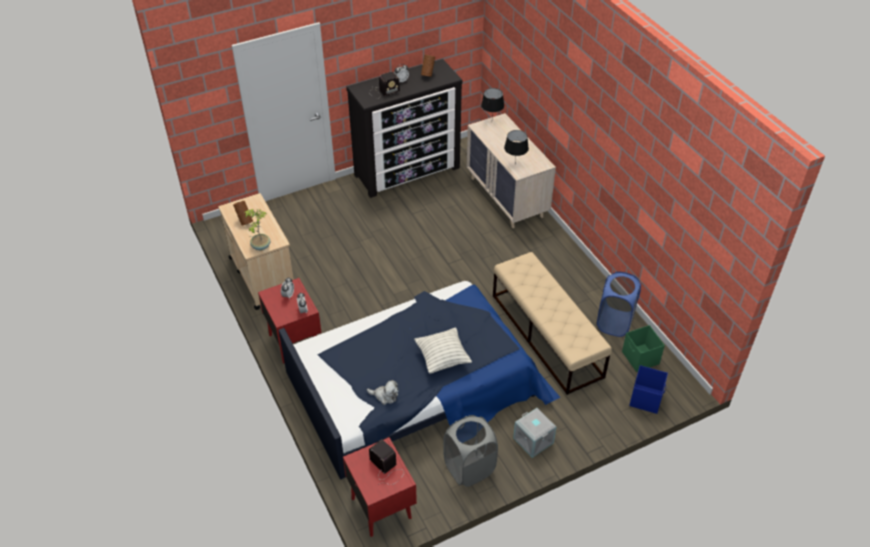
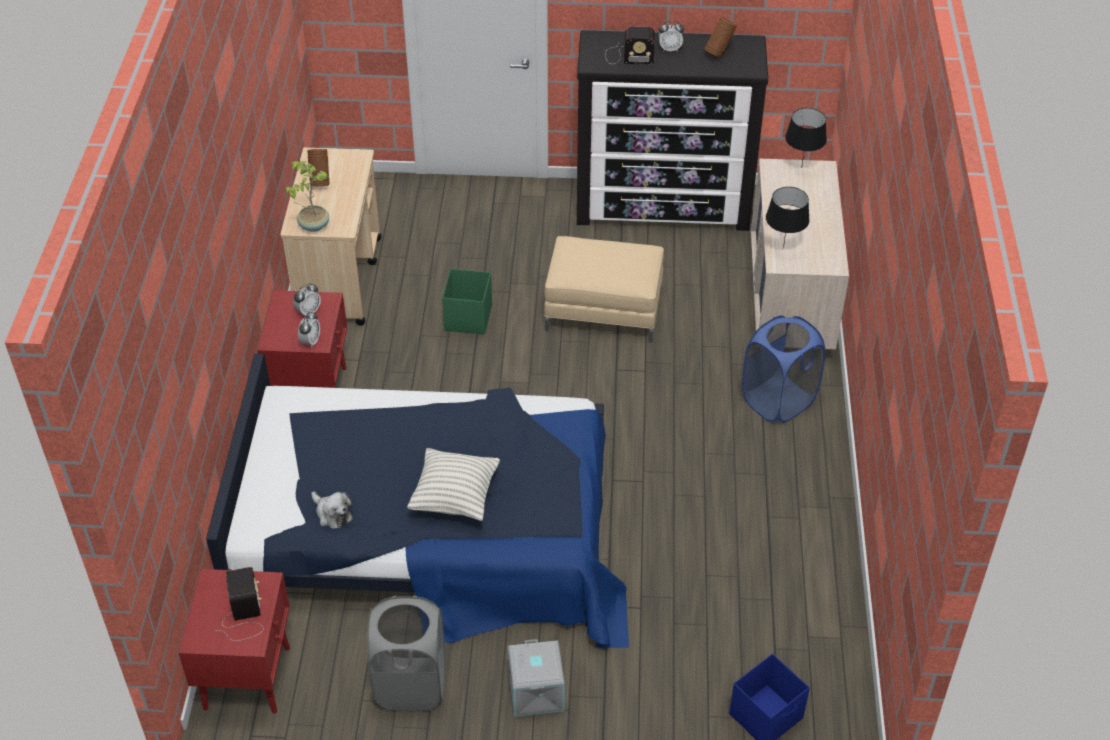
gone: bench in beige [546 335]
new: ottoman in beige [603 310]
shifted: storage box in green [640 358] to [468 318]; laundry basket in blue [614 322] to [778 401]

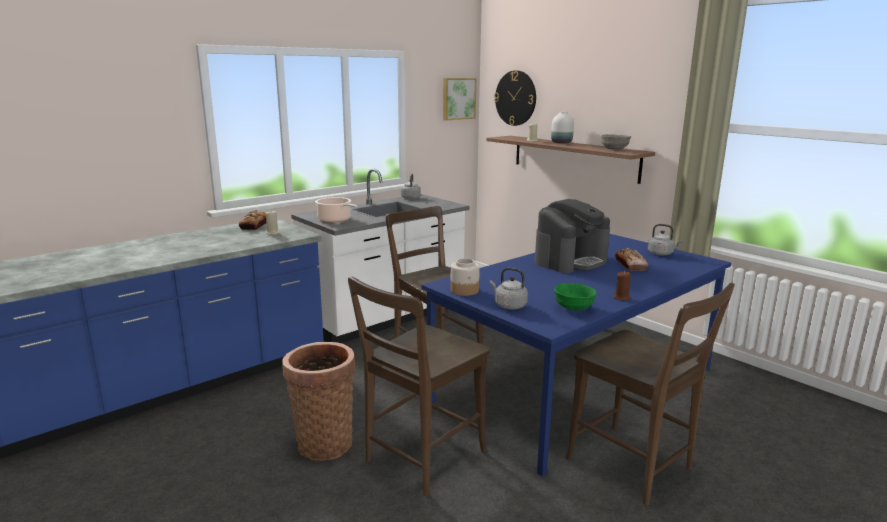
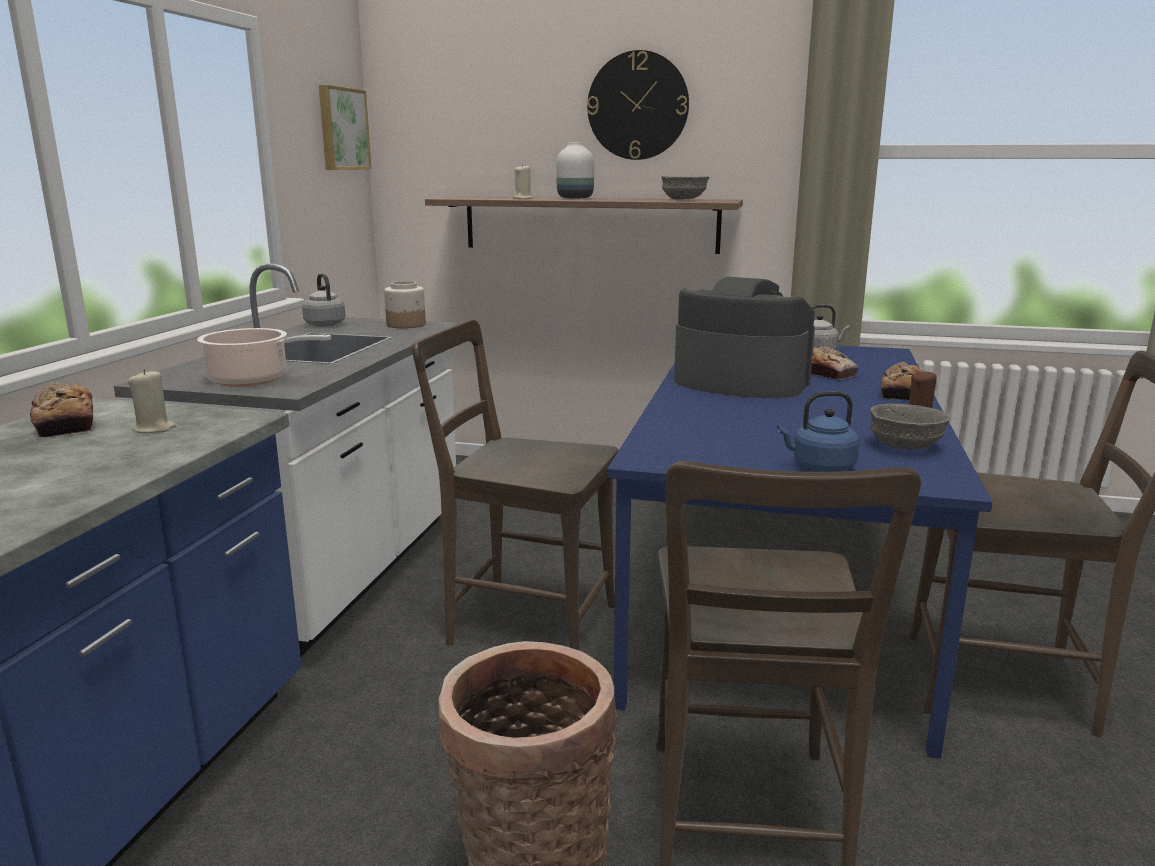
new: bread [901 391]
shifted: jar [465 291] to [406 325]; wall clock [515 98] to [638 106]
repainted: kettle in grey [508 305] to kettle in blue [820 466]; bowl in green [573 308] to bowl in grey [904 447]
rotated: coffee machine [571 261] = [739 382] 75 degrees counterclockwise

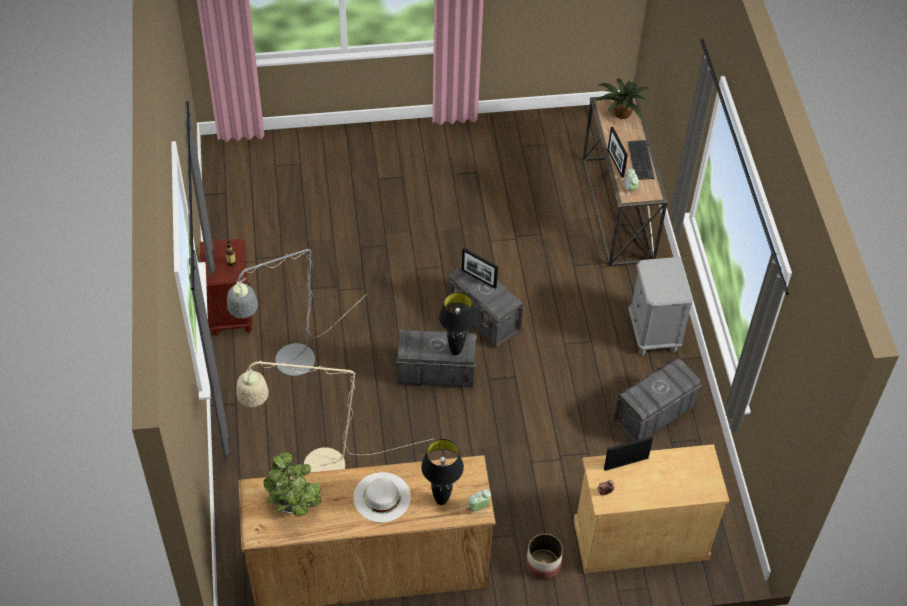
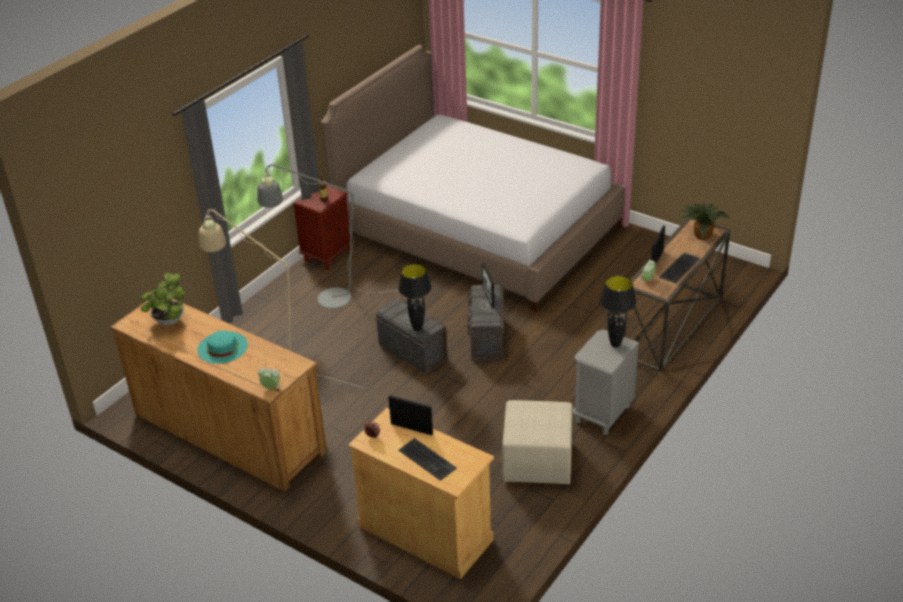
gone: planter [543 564]
new: bed [478 231]; keyboard [426 460]
shifted: table lamp in black [441 501] to [615 345]
swapped: storage box in grey [652 414] to ottoman in beige [536 463]
repainted: hat in white [382 497] to hat in turquoise [222 347]

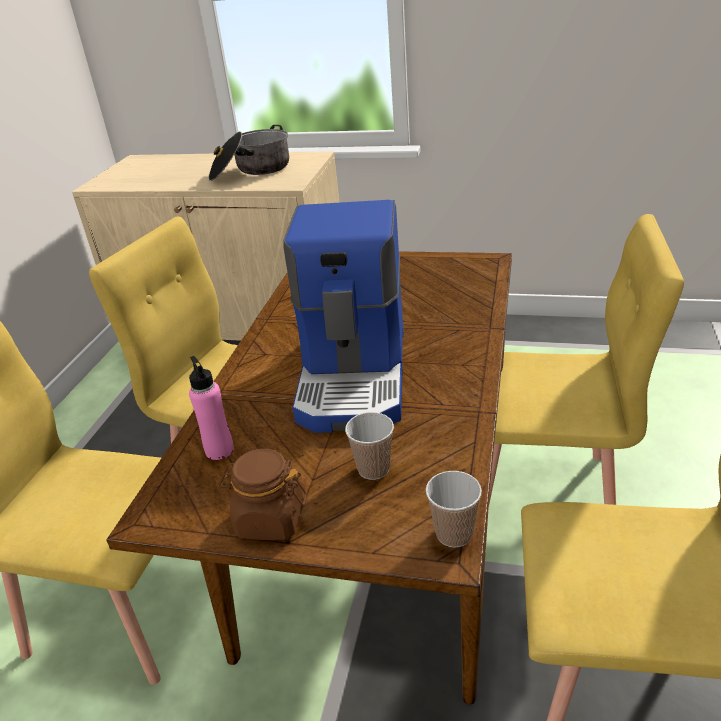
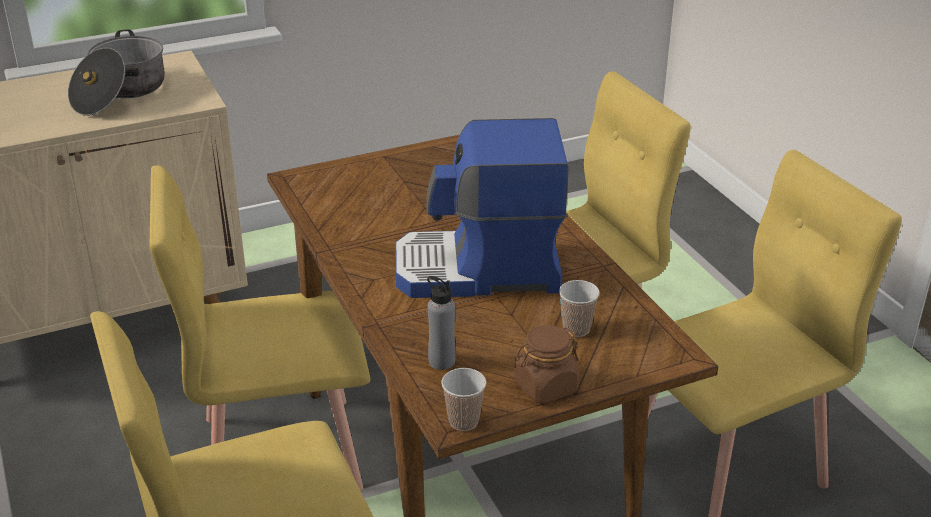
shifted: cup [454 534] to [463 421]
repainted: bottle in pink [219 450] to bottle in grey [441 361]
rotated: coffee machine [356 376] = [479 271] 120 degrees clockwise

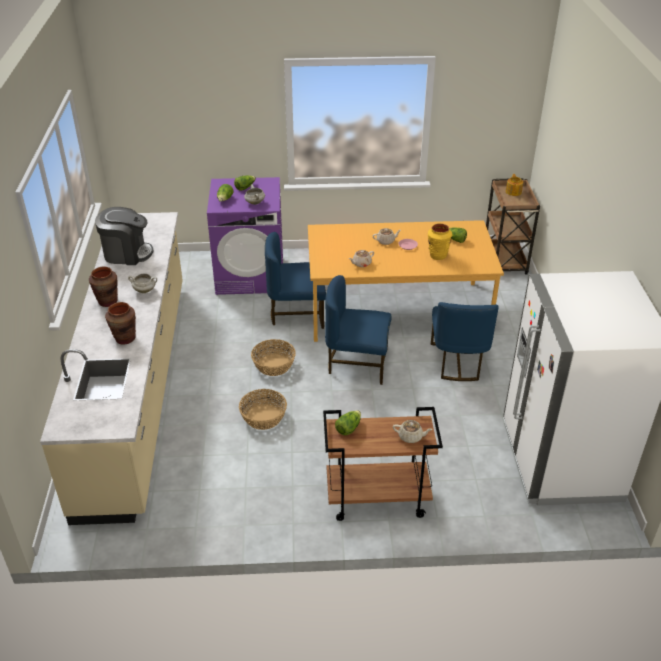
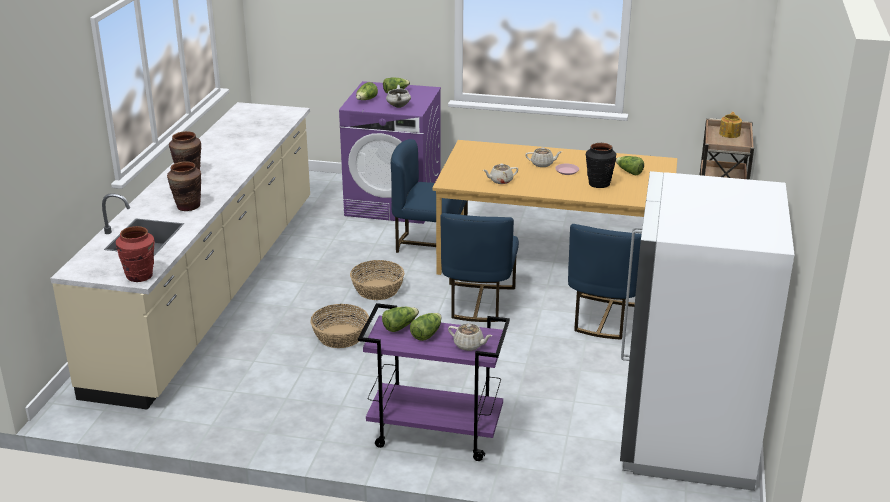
gone: coffee machine [127 253]; cooking pot in white [145 290]
new: vase in red [140 276]; lettuce [426 334]
repainted: cart in brown [376 499] to cart in purple [434 434]; vase in yellow [438 255] to vase in black [598 184]
rotated: chair in blue [357 364] = [478 302] 105 degrees counterclockwise

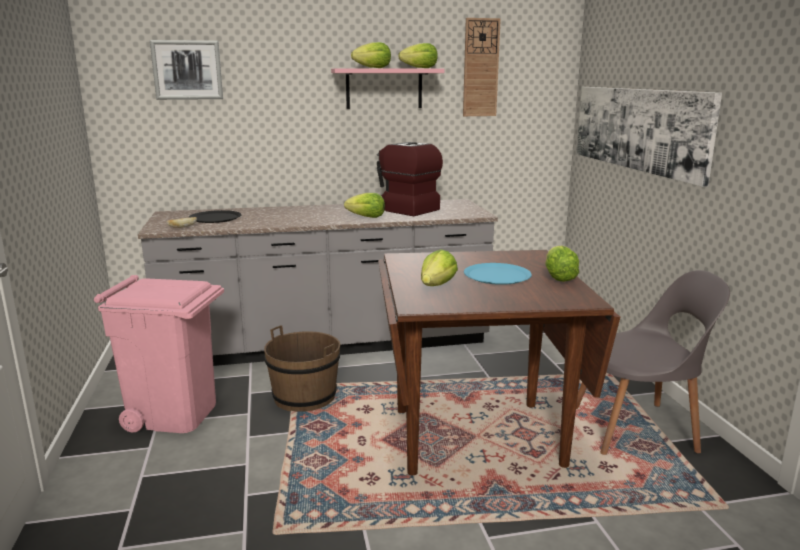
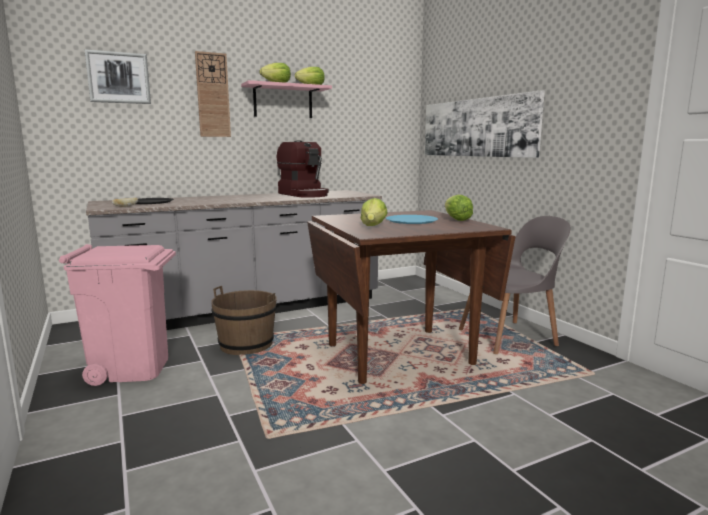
gone: lettuce [367 217]
shifted: wall clock [480 68] to [213 95]
rotated: coffee machine [402 209] = [304 194] 150 degrees counterclockwise

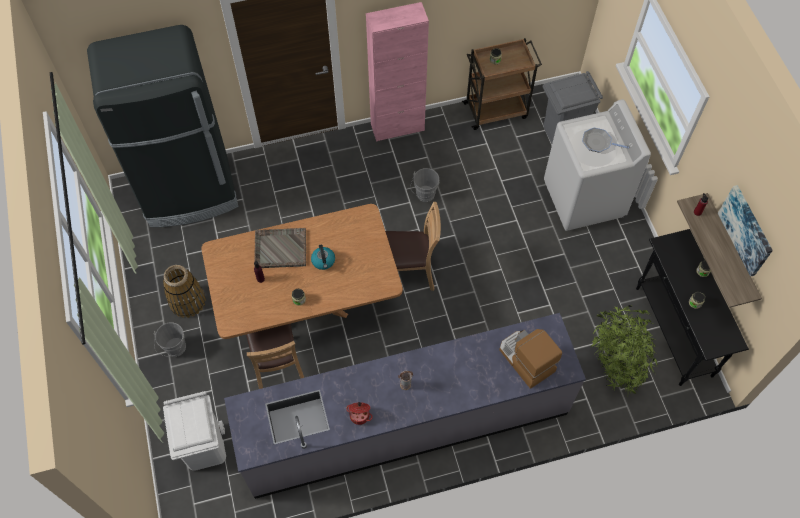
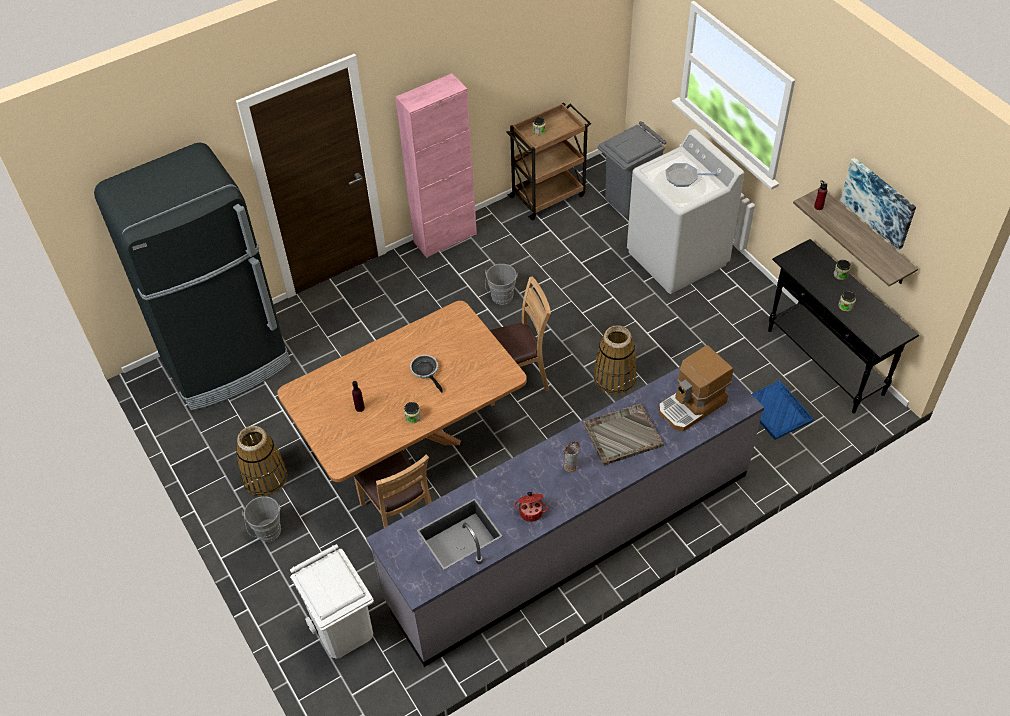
new: basket [614 378]
shifted: tray in grey [280 249] to [621 435]
swapped: kettle [323 261] to frying pan [426 371]; potted plant [615 364] to tray in blue [777 411]
rotated: coffee machine [525 360] = [692 406] 75 degrees counterclockwise

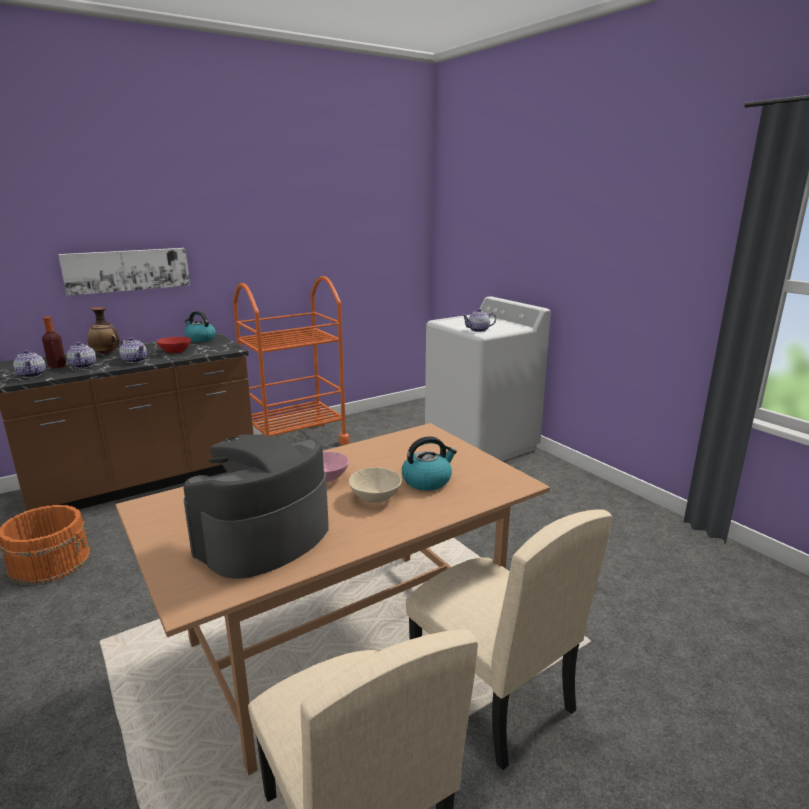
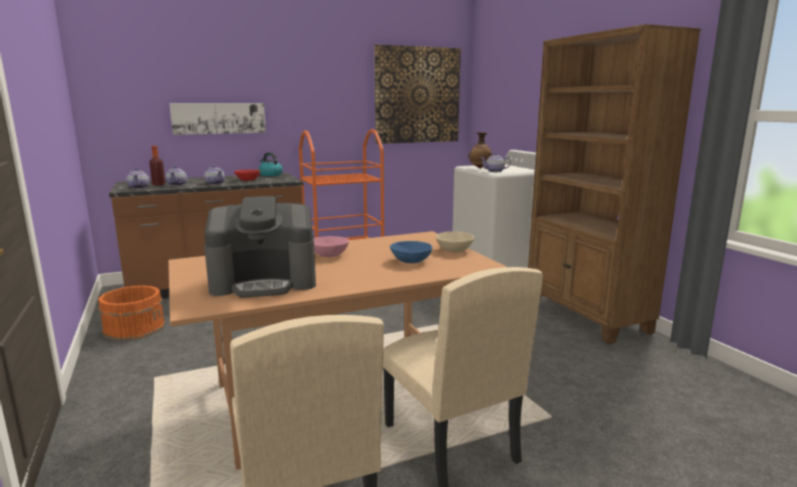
new: picture [417 95]; bookcase in brown [586 316]
shifted: bowl in beige [376 496] to [454 250]; vase [106 354] to [480 168]
swapped: kettle [427 481] to bowl in blue [410 261]
rotated: coffee machine [263 538] = [265 282] 150 degrees counterclockwise

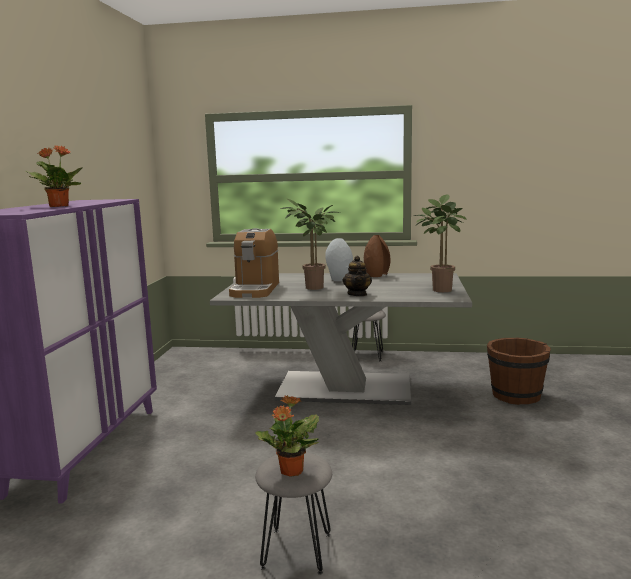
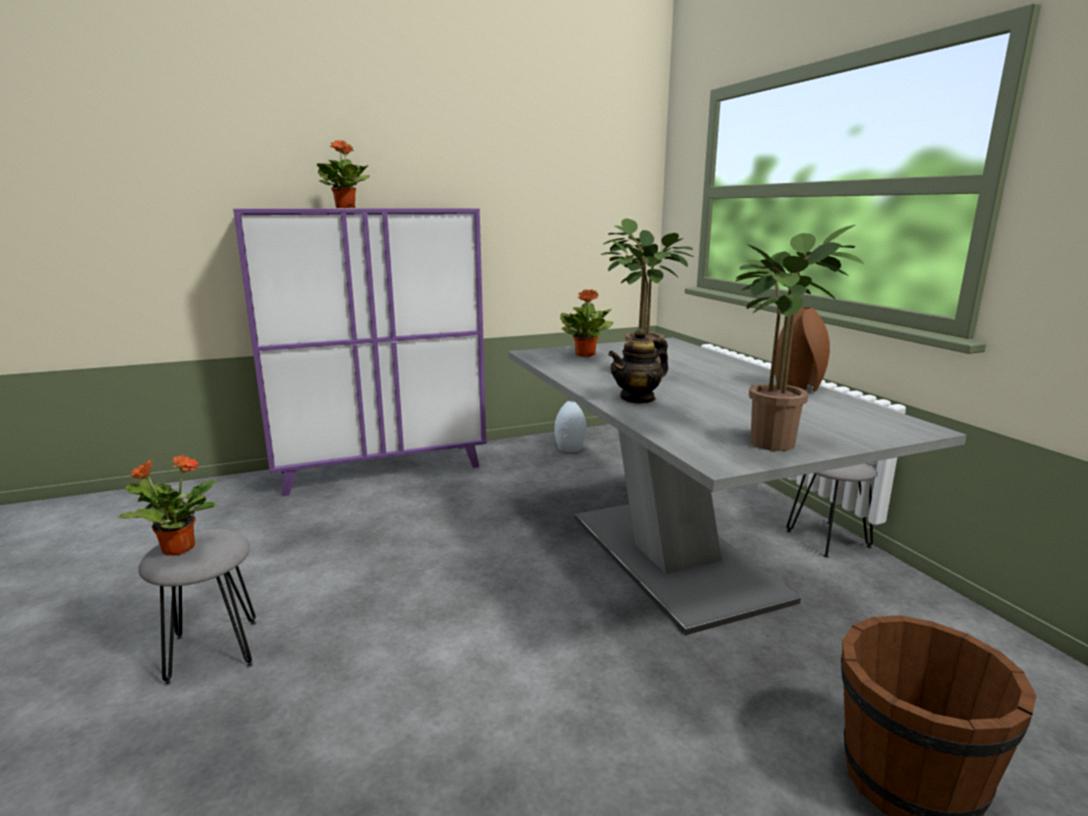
shifted: vase in grey [339 279] to [569 448]
swapped: coffee machine [255 289] to potted plant [585 355]

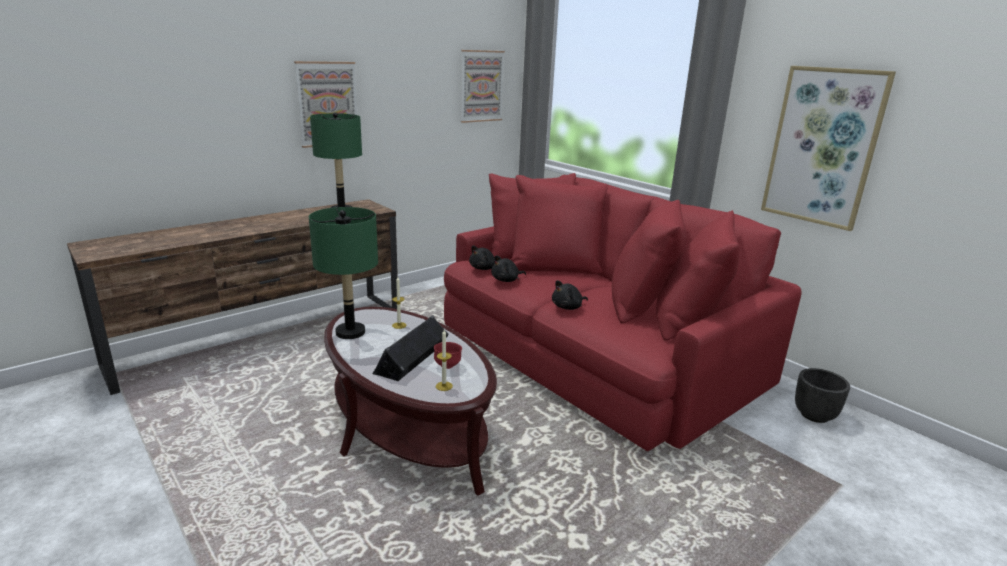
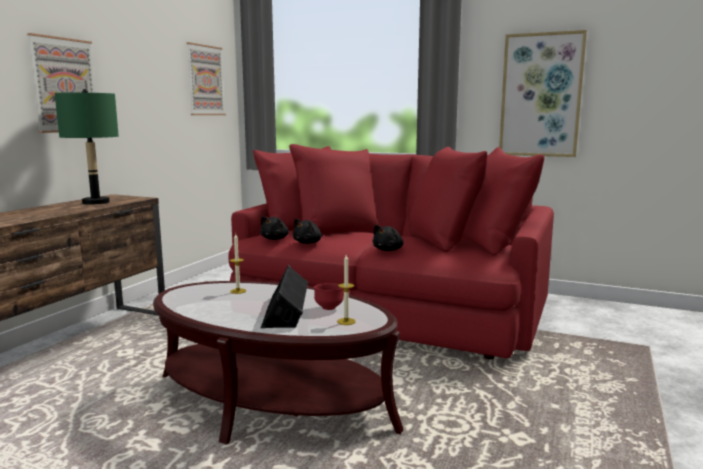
gone: table lamp in green [351 332]; planter in black [815 415]

